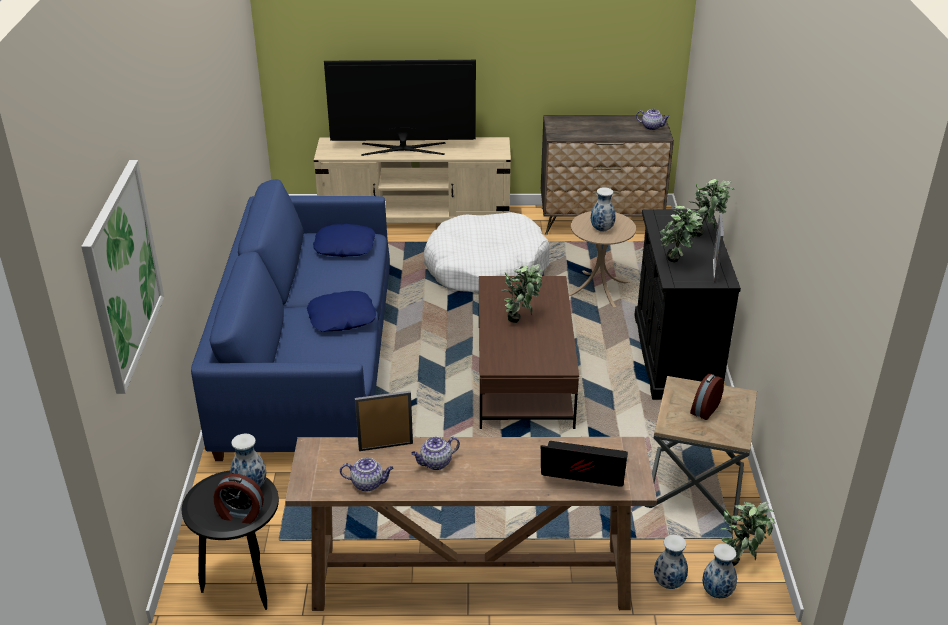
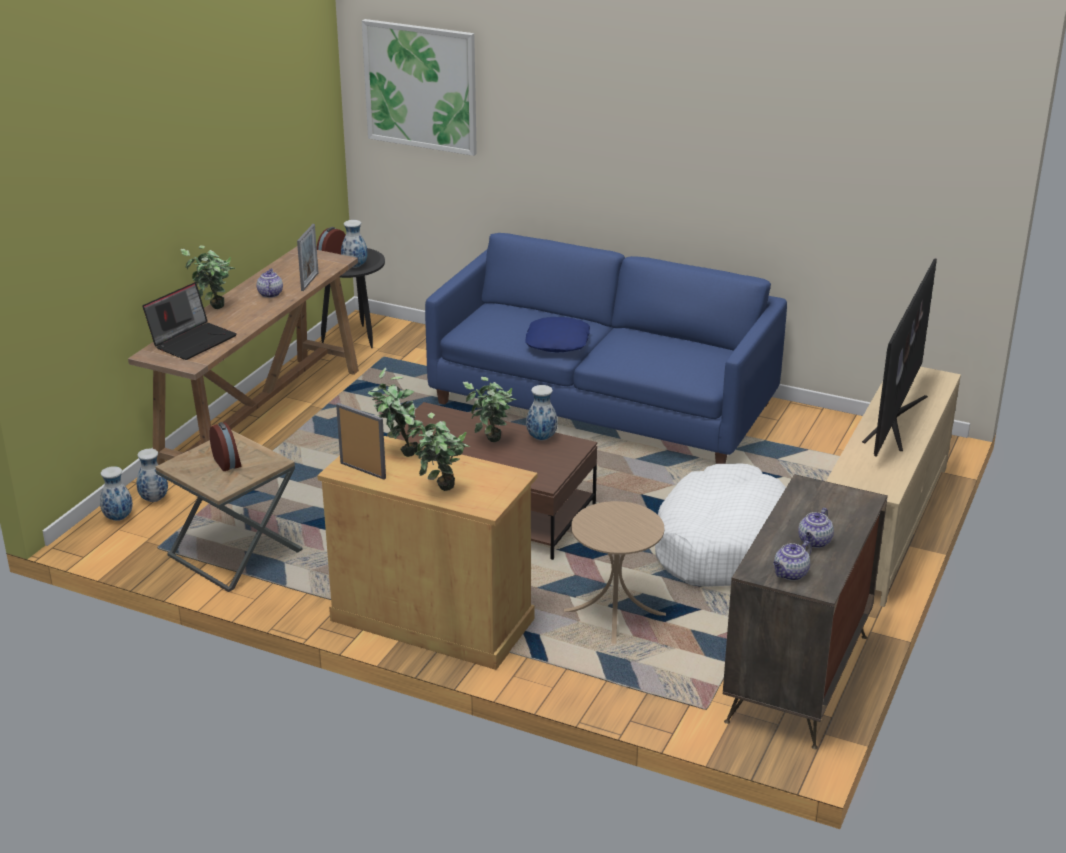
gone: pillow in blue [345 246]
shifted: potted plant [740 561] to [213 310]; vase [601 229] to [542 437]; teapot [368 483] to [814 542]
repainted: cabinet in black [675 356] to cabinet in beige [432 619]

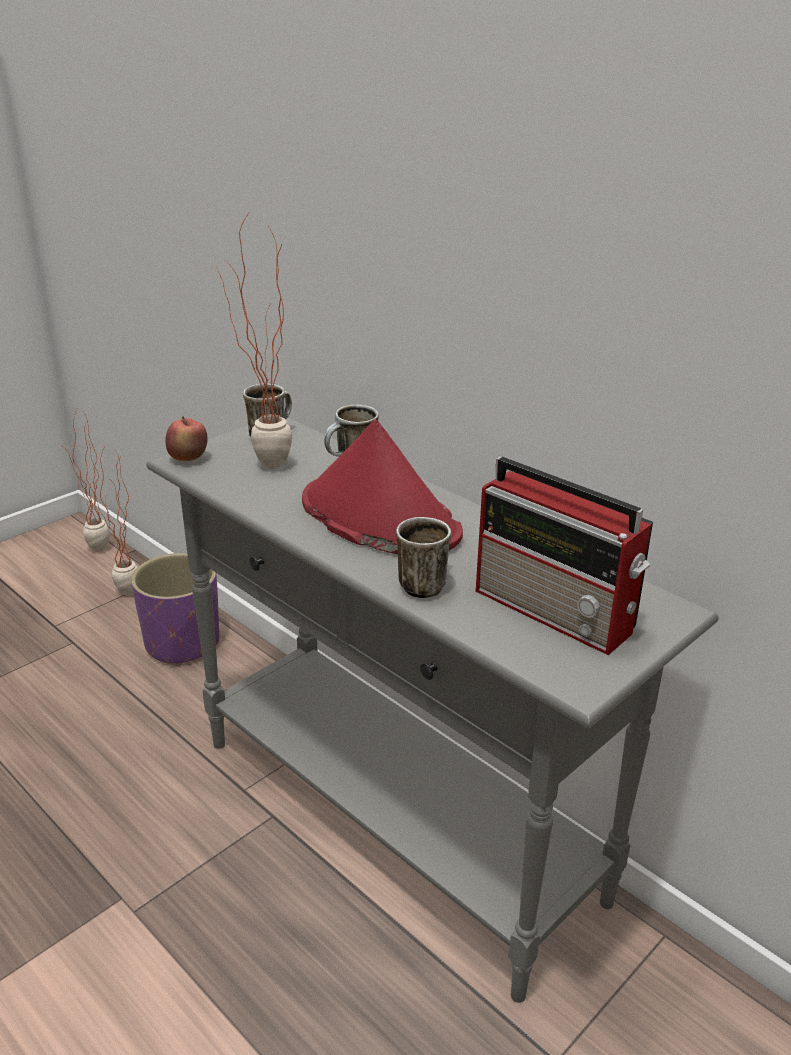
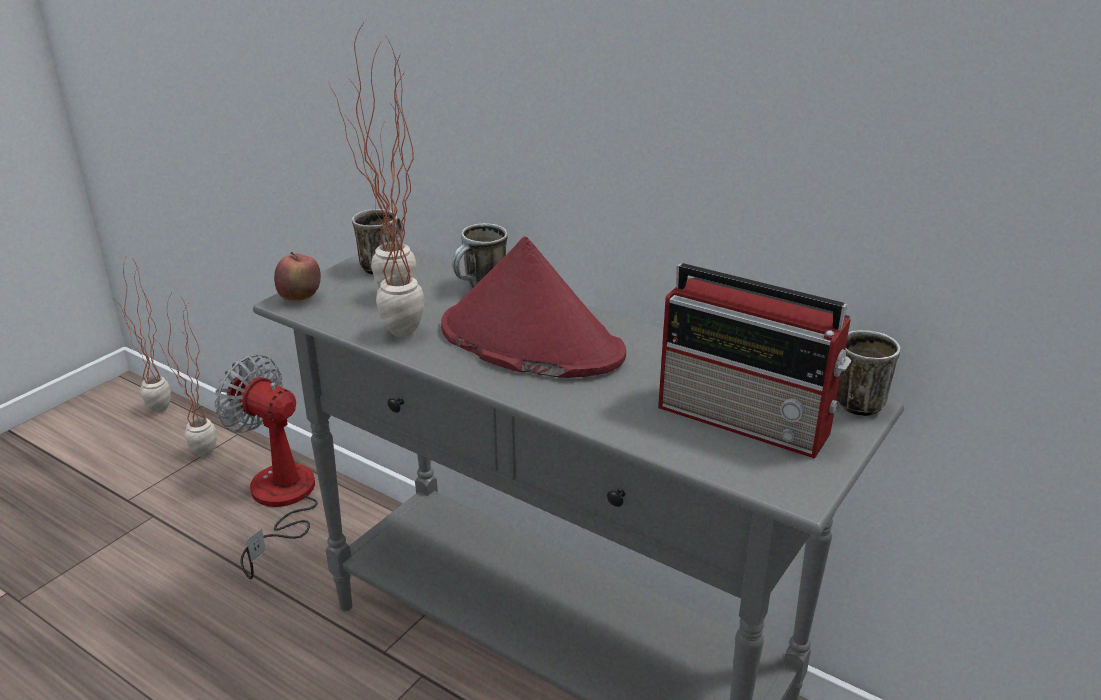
new: potted plant [399 340]
shifted: mug [424 583] to [857 400]
swapped: planter in purple [182 644] to fan [279 502]

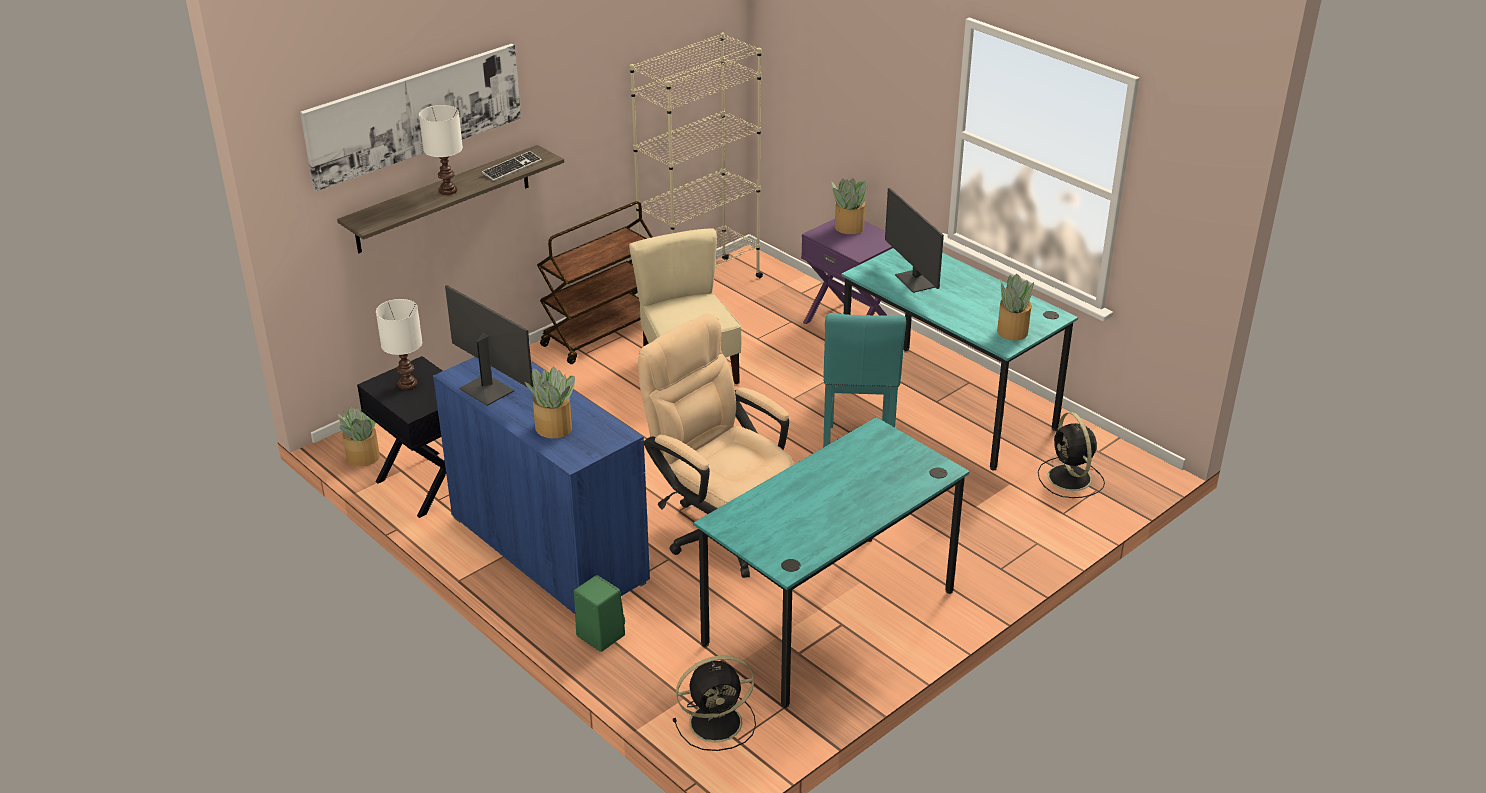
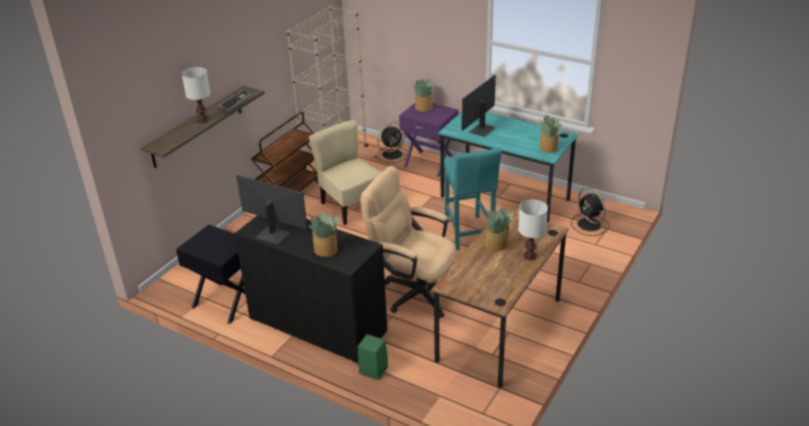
gone: picture [415 114]
shifted: fan in black [718 722] to [393 154]; potted plant [364 457] to [497 244]; table lamp in white [408 384] to [530 256]
repainted: cabinet in blue [549 549] to cabinet in black [318 325]; desk in turquoise [829 617] to desk in brown [499 329]
rotated: monitor [916 281] = [481 129] 75 degrees clockwise

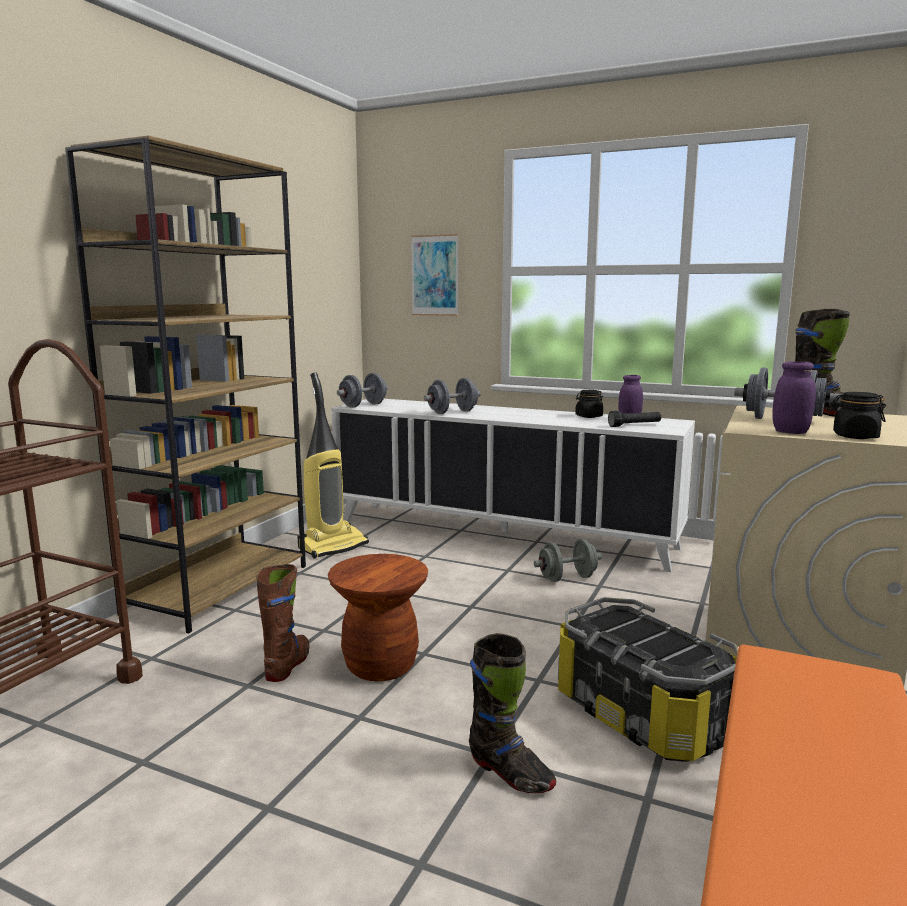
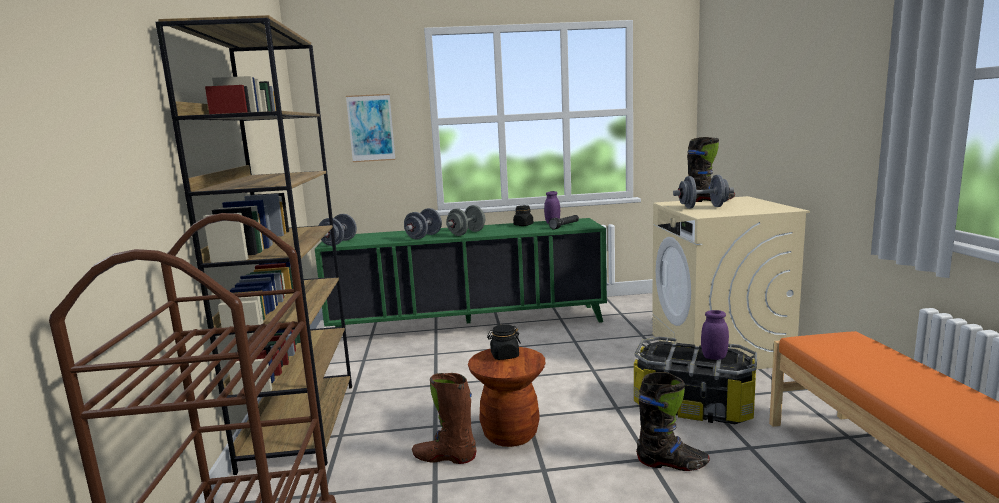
gone: vacuum cleaner [333 546]
shifted: dumbbell in grey [567 578] to [467 233]; jar in black [855 436] to [504 356]; jar in purple [790 432] to [714 357]
repainted: cabinet in white [502 533] to cabinet in green [468 324]
rotated: boot in brown [288 665] = [444 457] 60 degrees counterclockwise

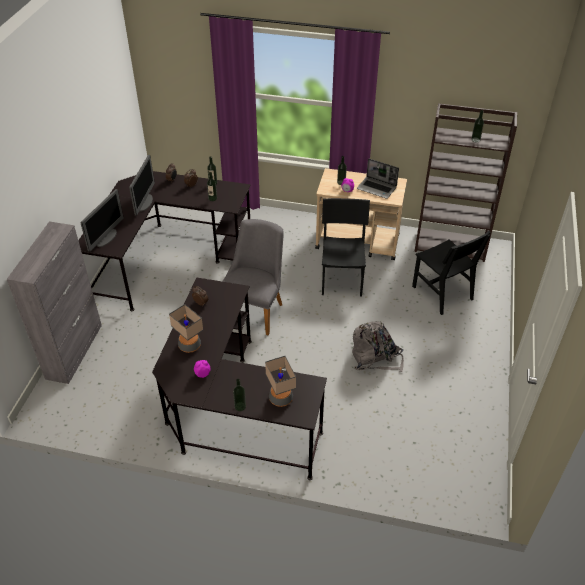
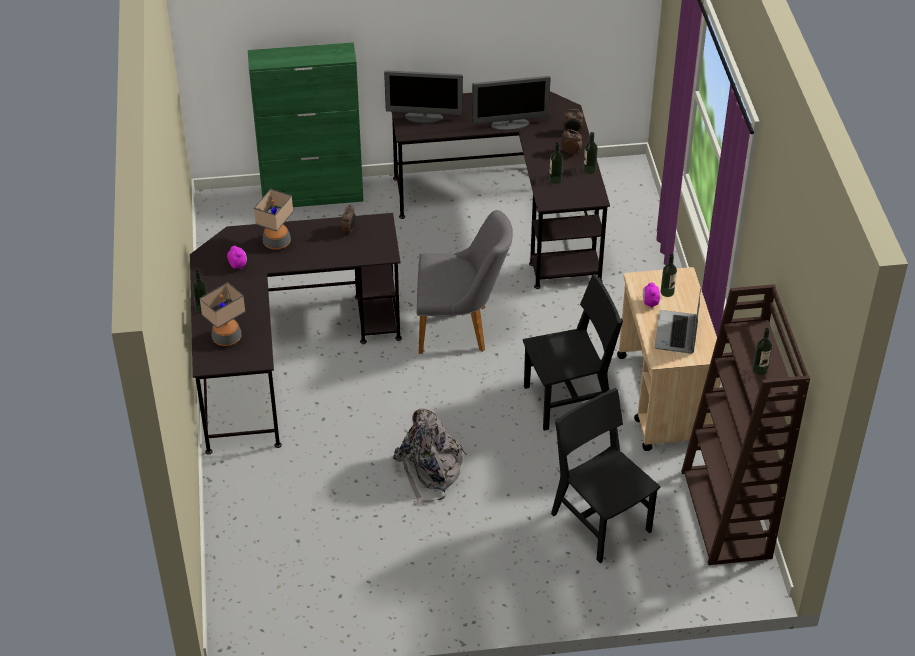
repainted: cabinet in grey [74 351] to cabinet in green [313 195]
rotated: chair in black [442 293] = [601 522] 105 degrees clockwise

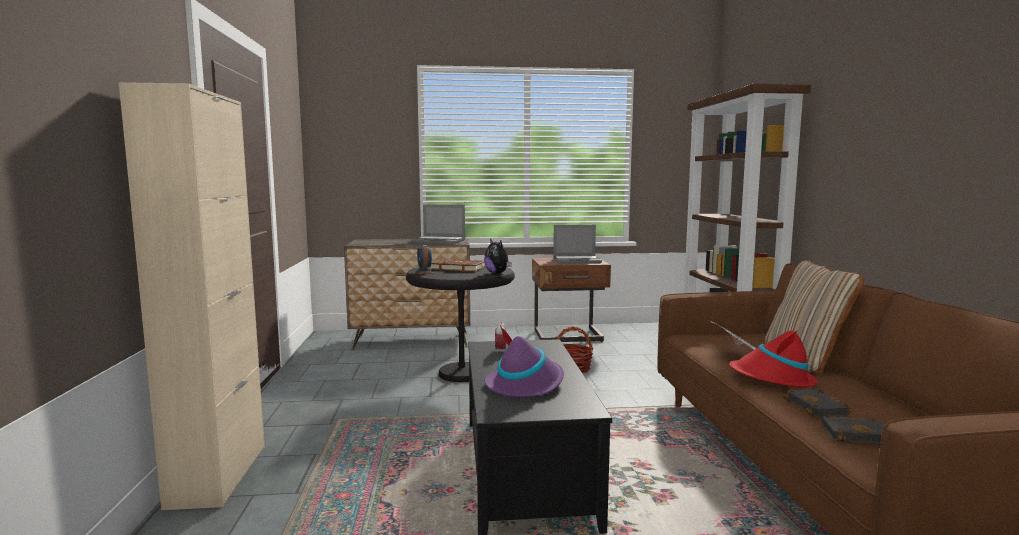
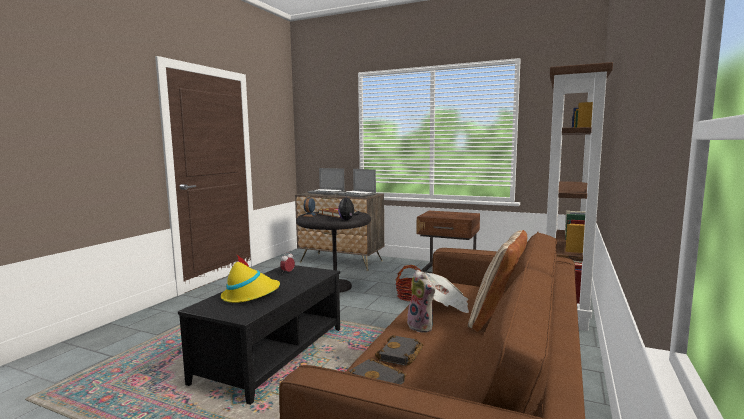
gone: cabinet in beige [218 475]
shifted: laptop [577 261] to [327 192]
swapped: hat in red [772 379] to plush toy [422 327]
repainted: hat in purple [525 384] to hat in yellow [250 295]

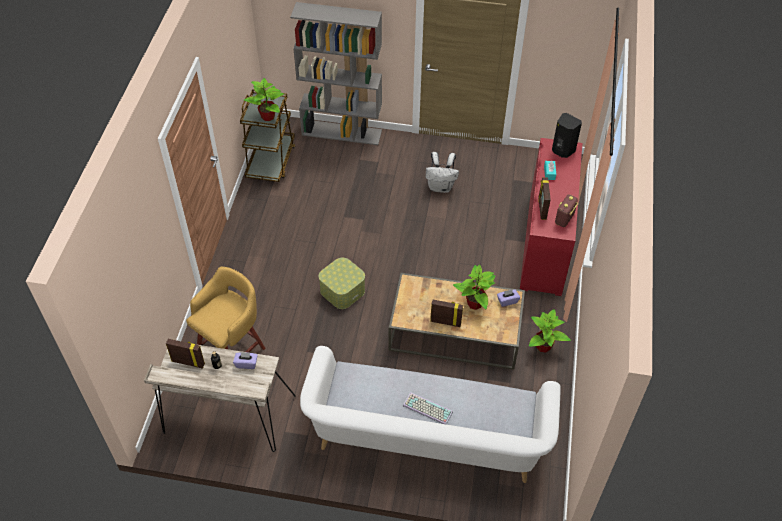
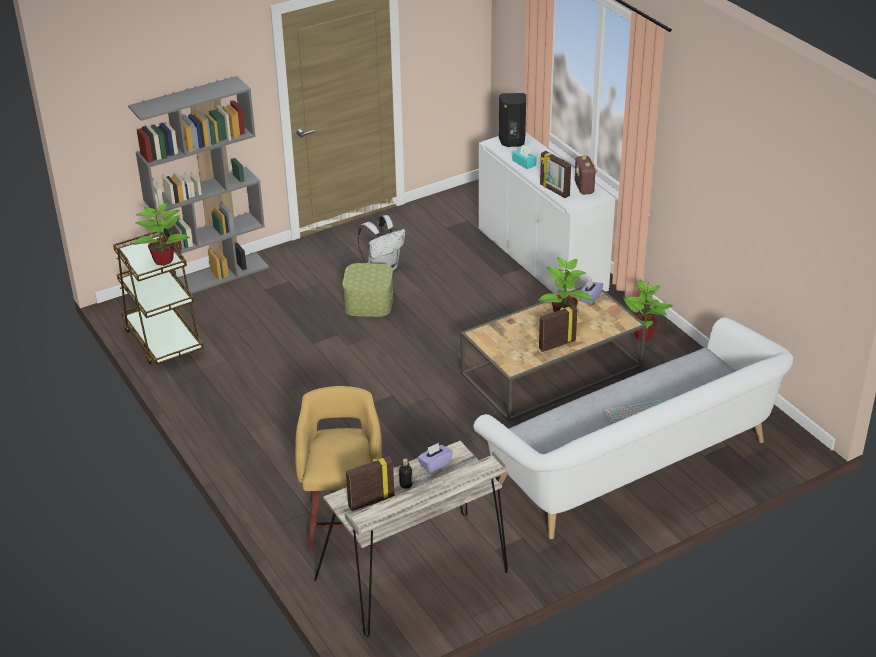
shifted: storage box [342 290] to [369 302]
repainted: cabinet in red [545 243] to cabinet in white [541 260]

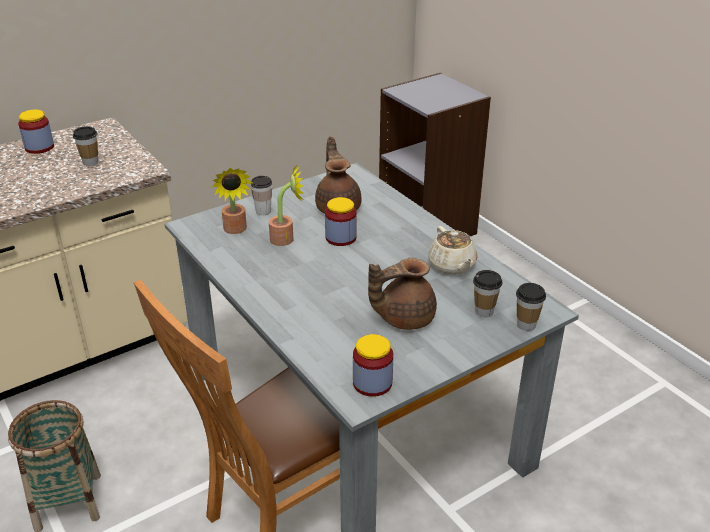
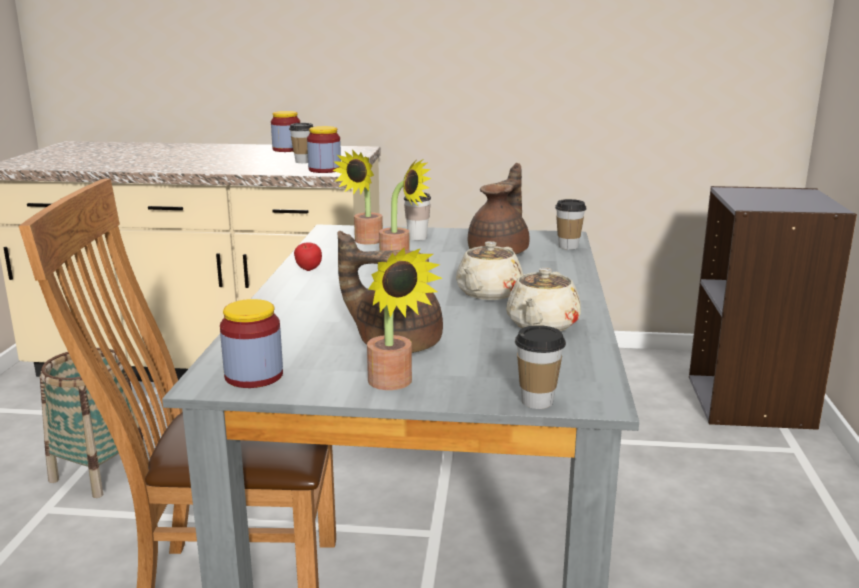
new: apple [308 270]; potted plant [394 384]; teapot in beige [488 293]
shifted: jar [340 237] to [324 170]; cup [484 311] to [568 246]

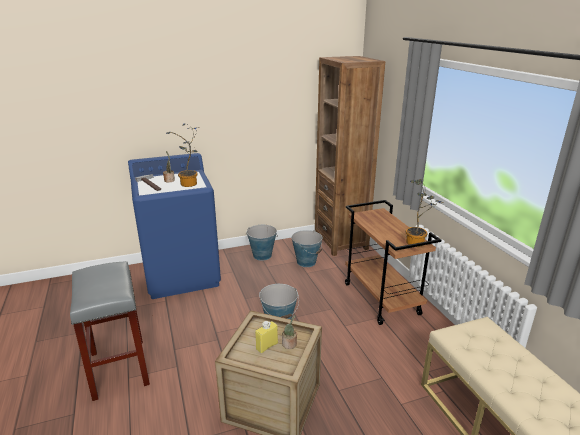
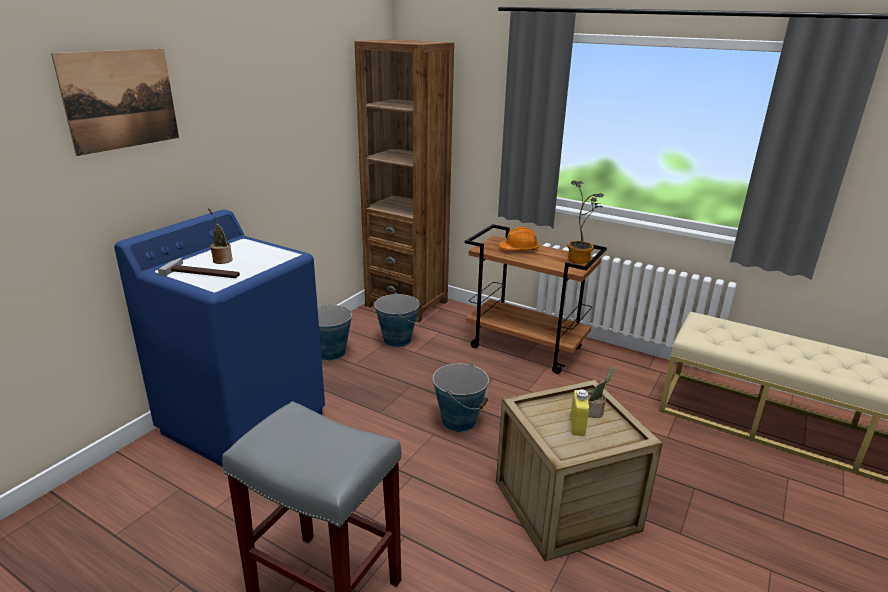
gone: potted plant [189 185]
new: picture [121 99]; hard hat in orange [519 249]

